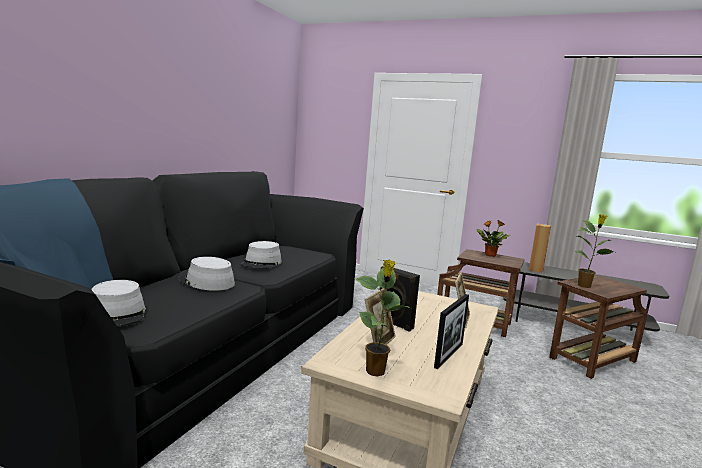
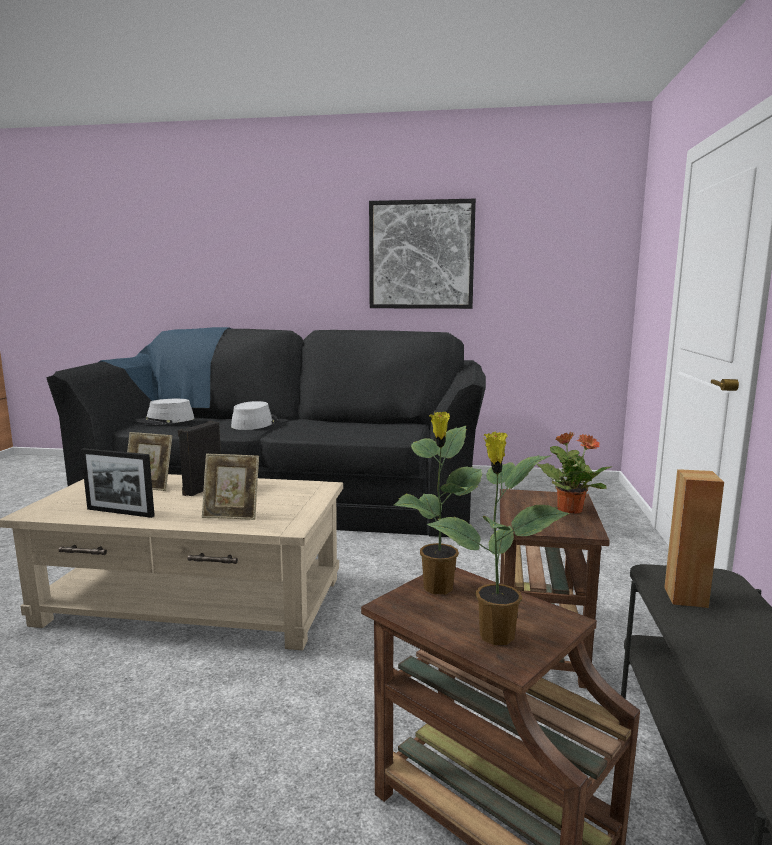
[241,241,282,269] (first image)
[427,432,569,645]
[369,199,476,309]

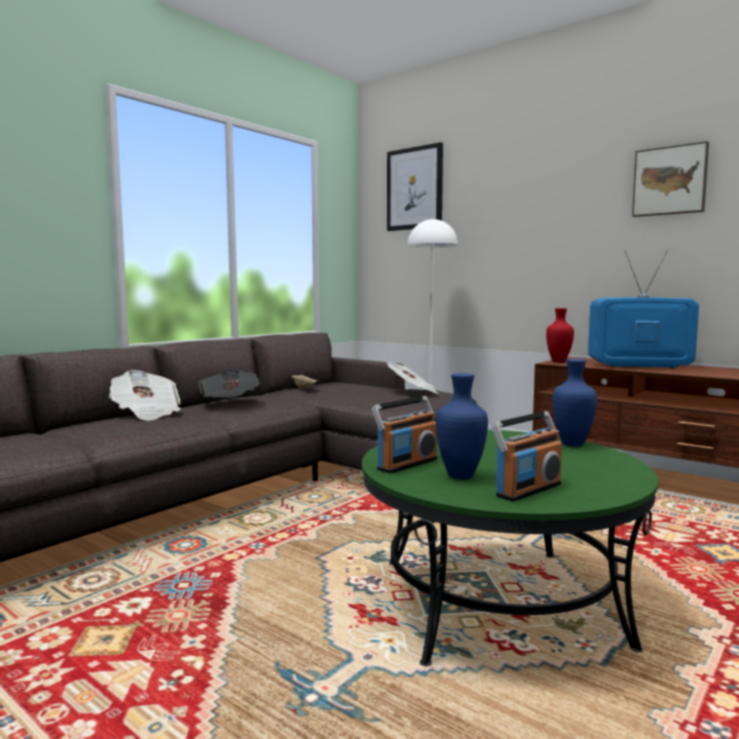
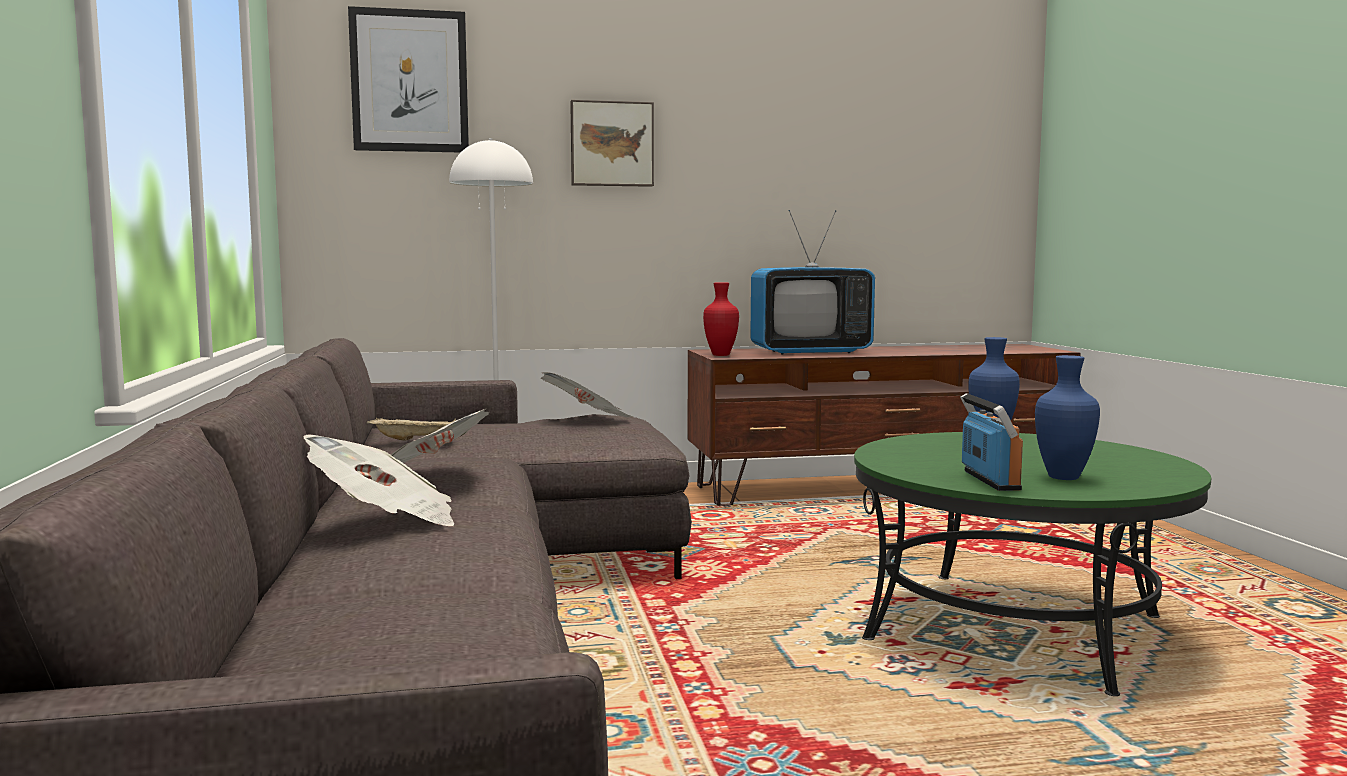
[491,411,562,502] (first image)
[750,210,875,355]
[570,100,654,187]

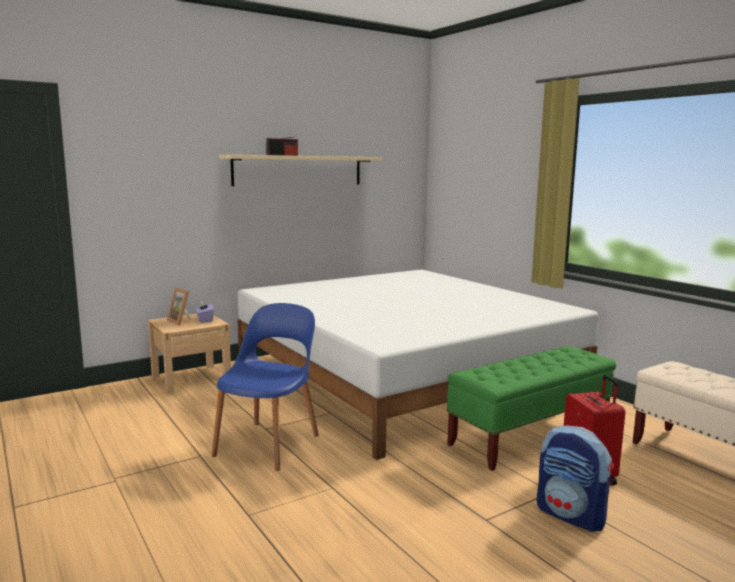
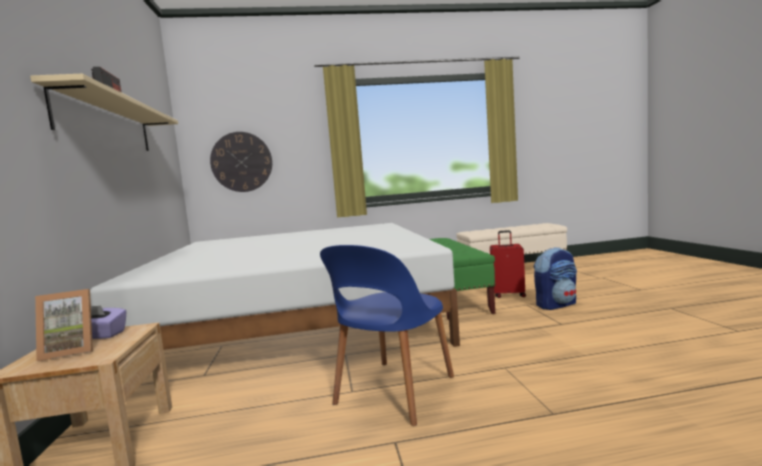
[320,245,454,426]
[210,132,272,192]

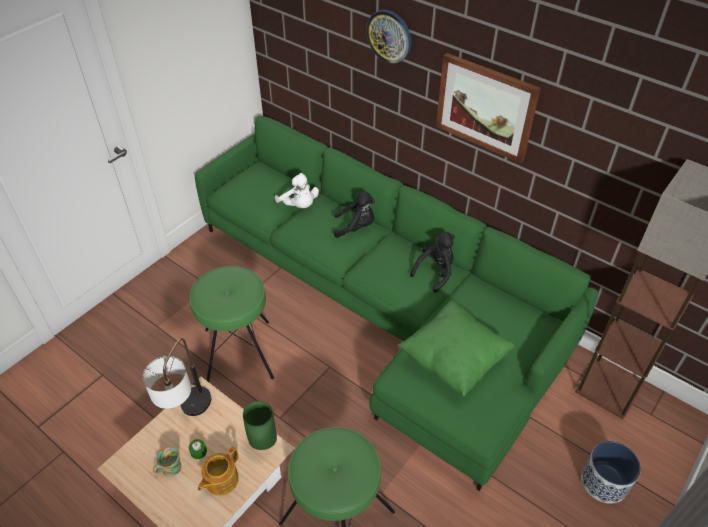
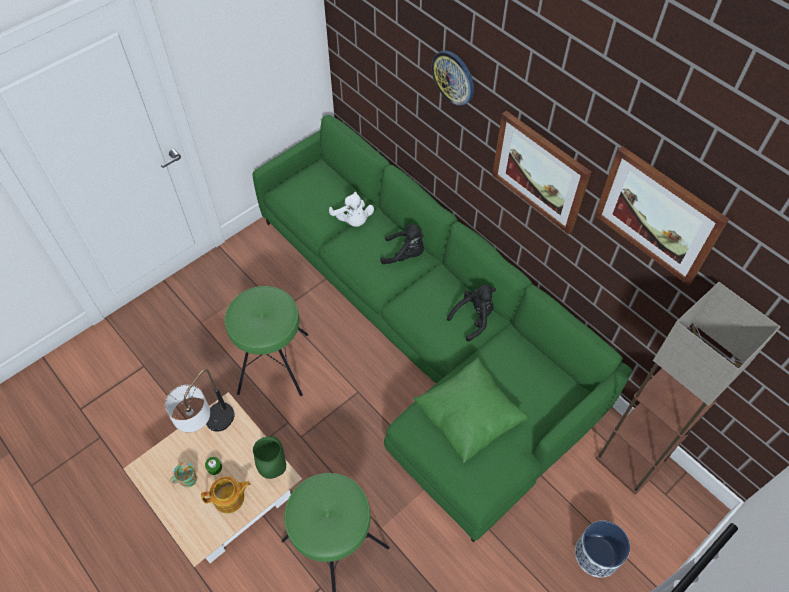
[201,476,250,513]
[595,146,729,285]

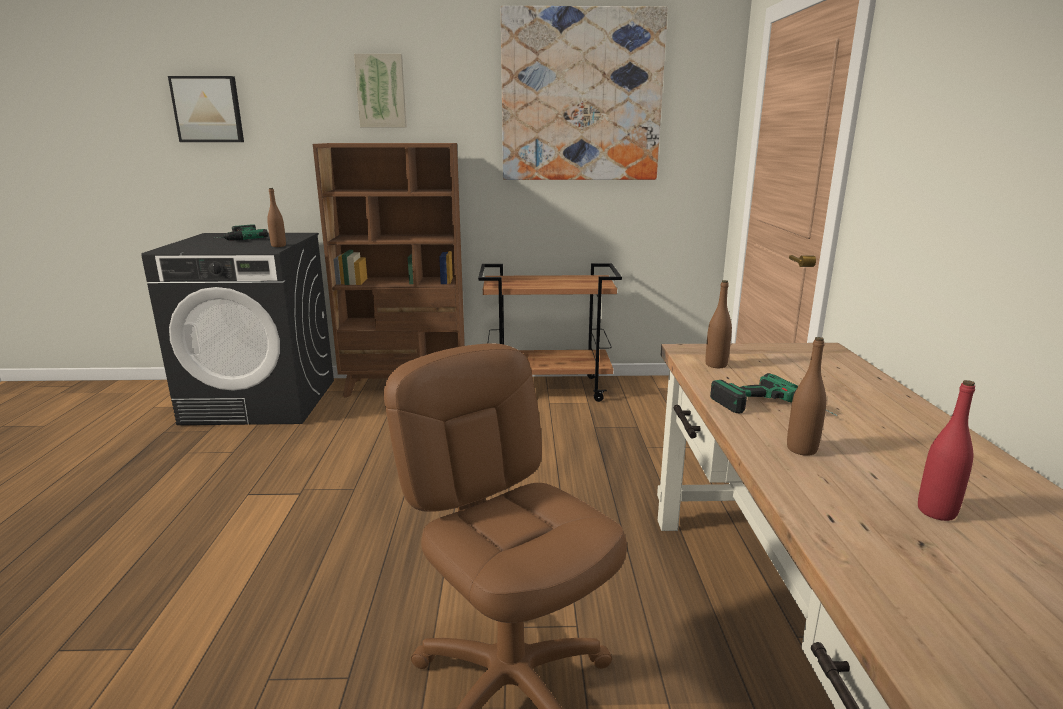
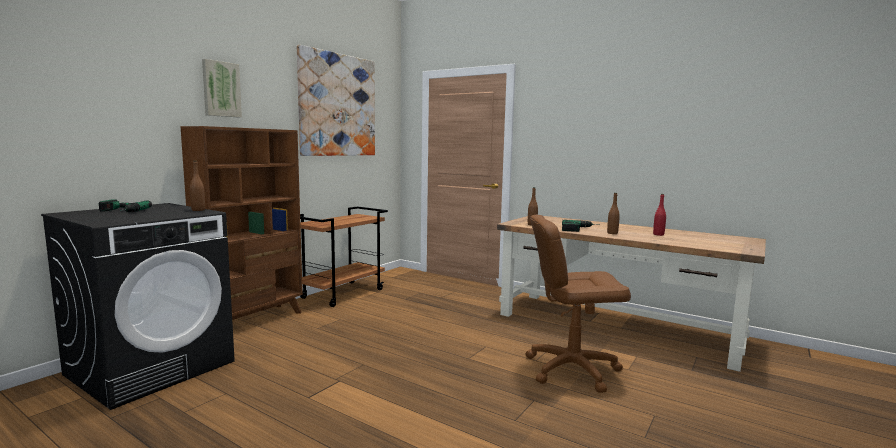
[168,76,244,142] (first image)

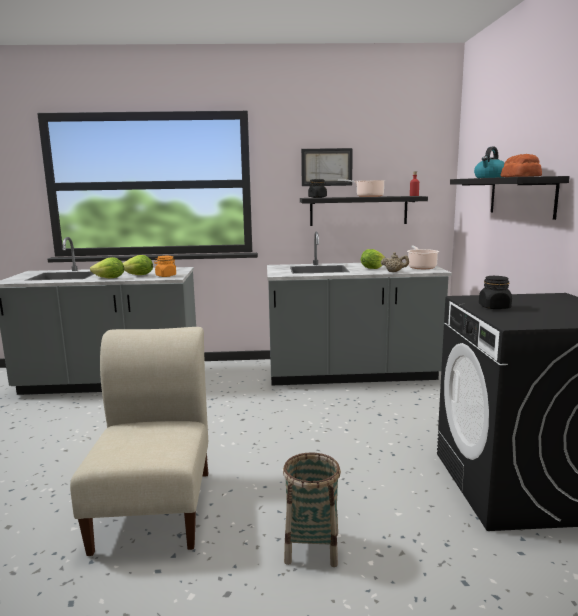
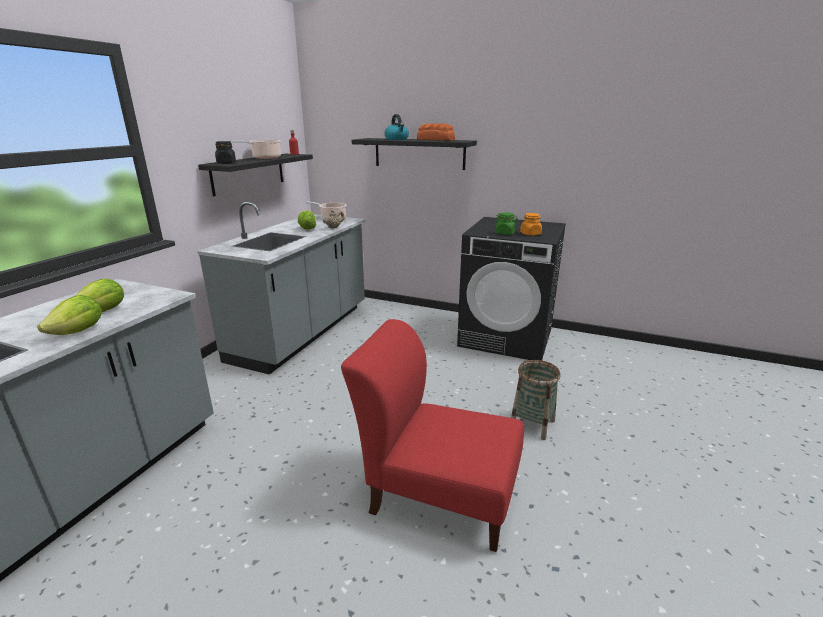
[341,319,524,552]
[520,213,542,236]
[301,148,353,186] (first image)
[495,212,518,235]

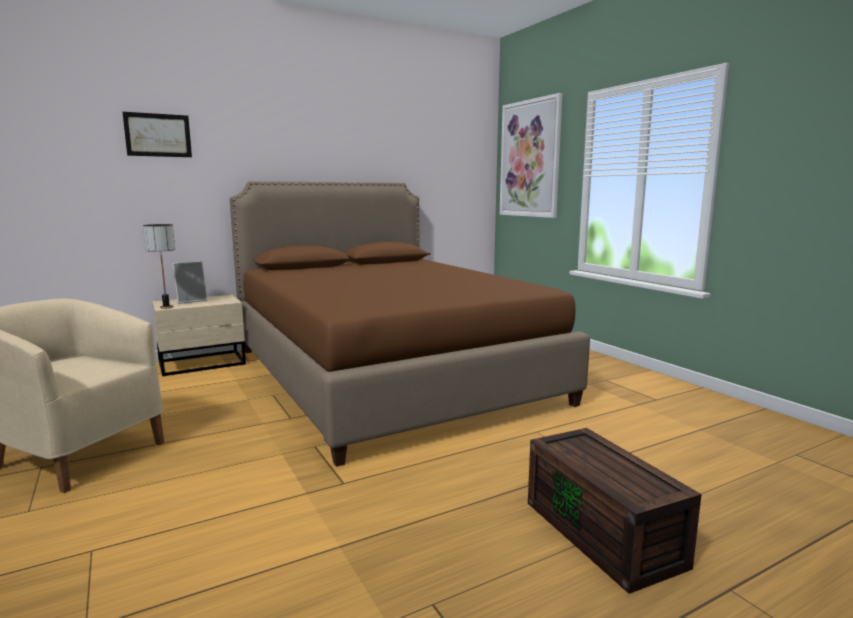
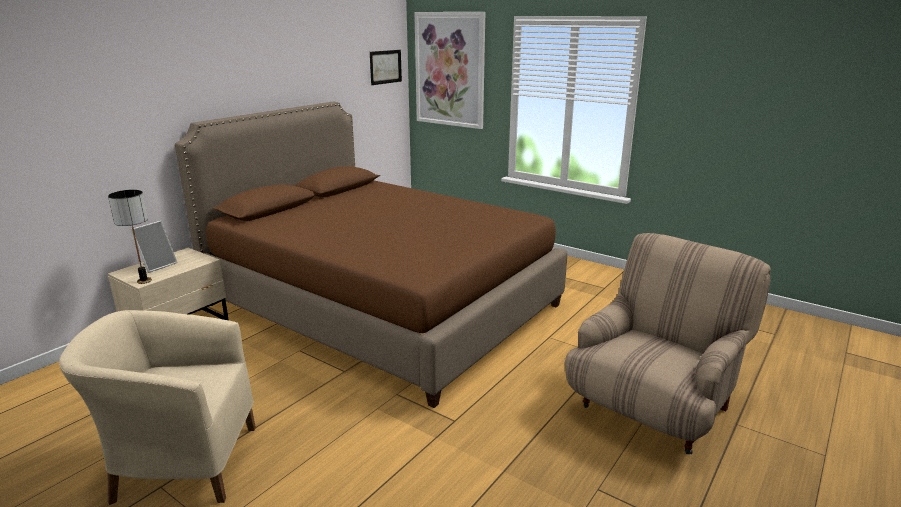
[370,50,402,85]
[565,233,771,455]

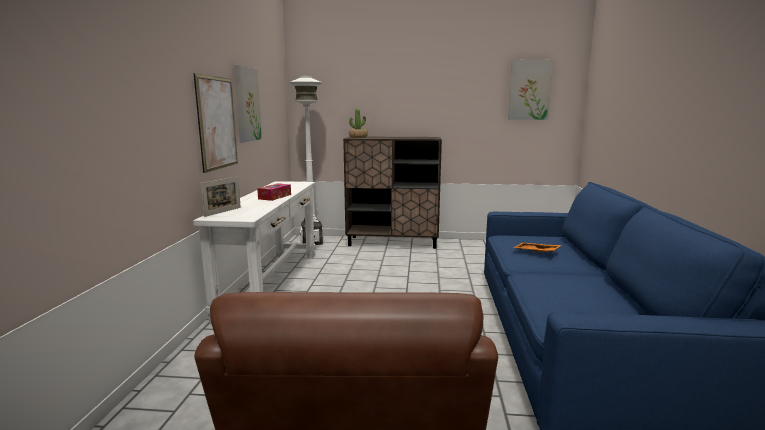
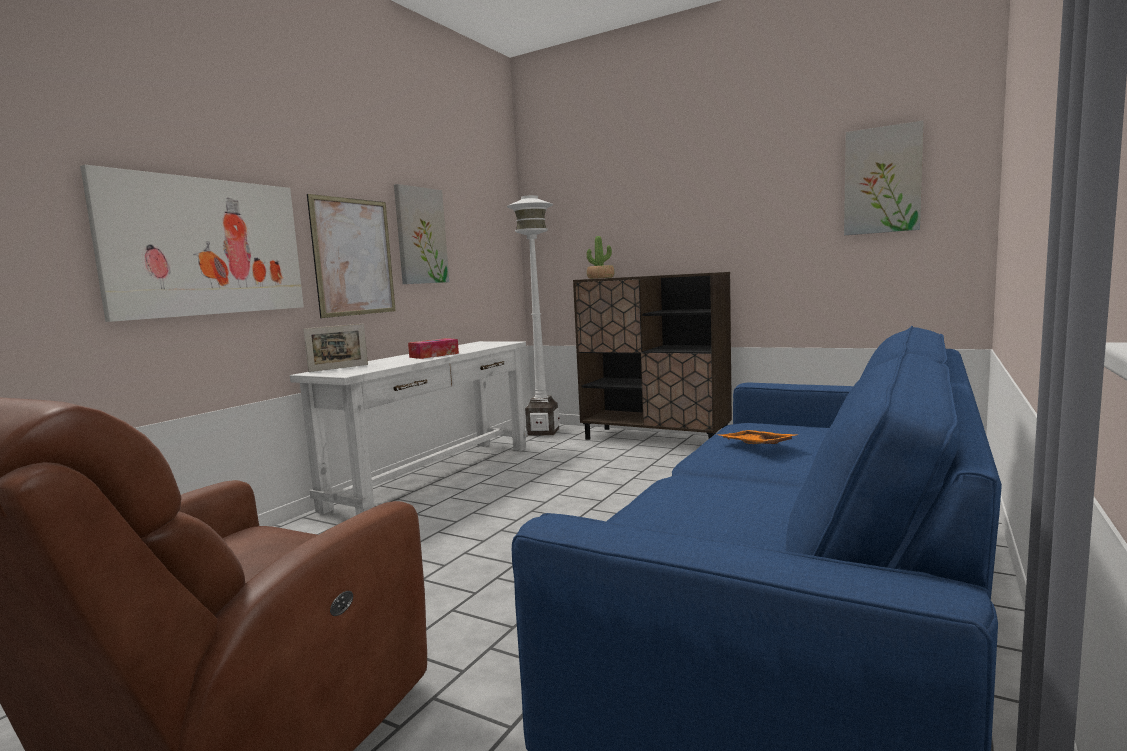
[80,165,304,322]

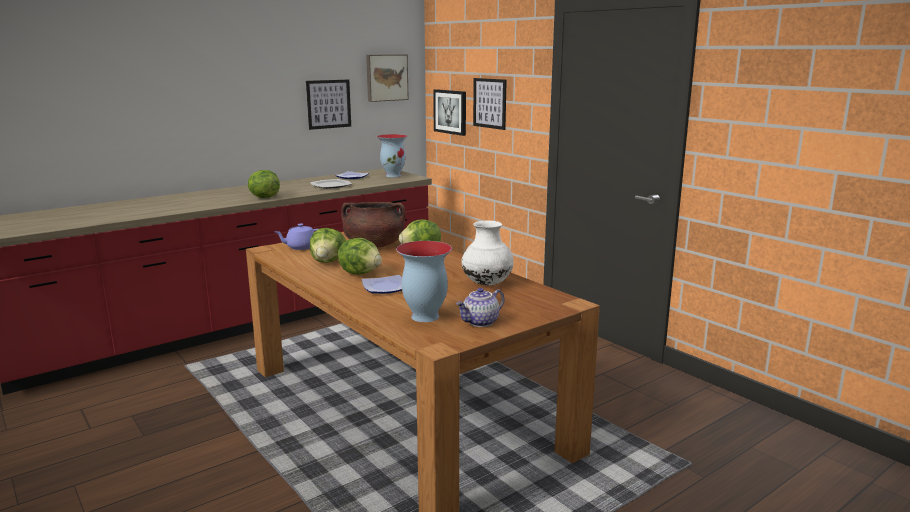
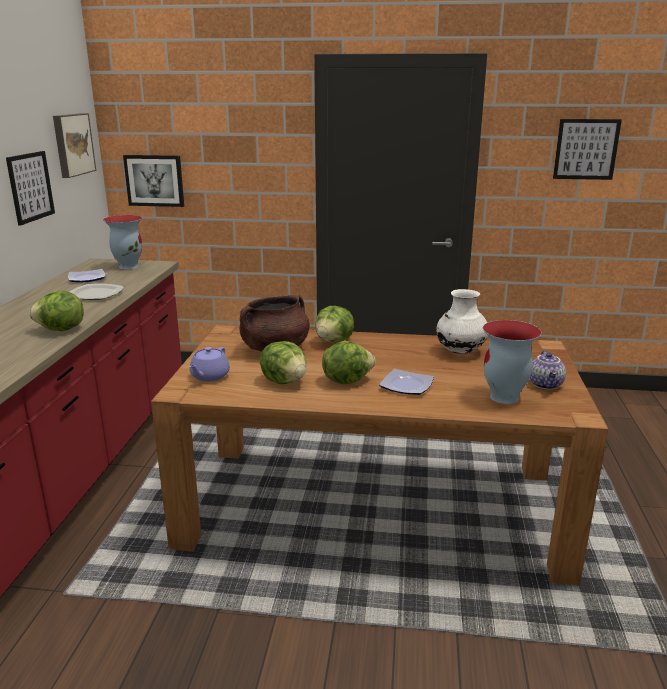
[553,119,622,180]

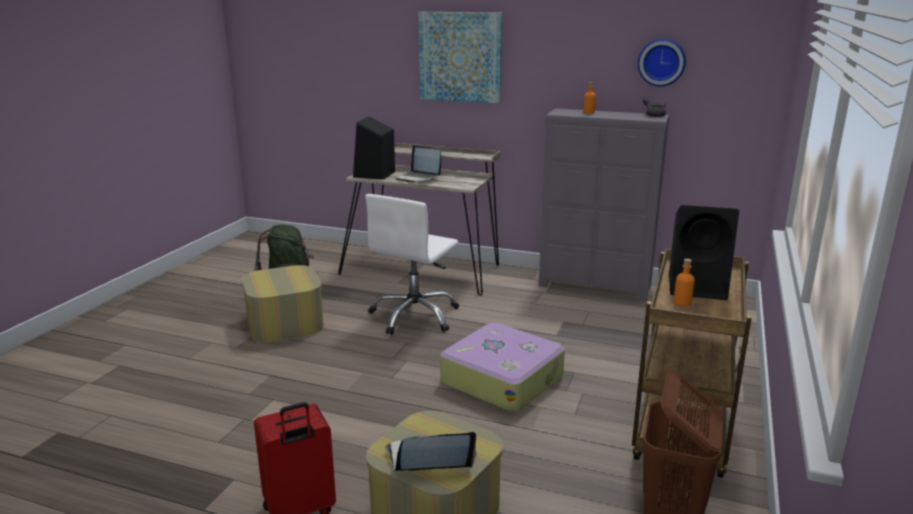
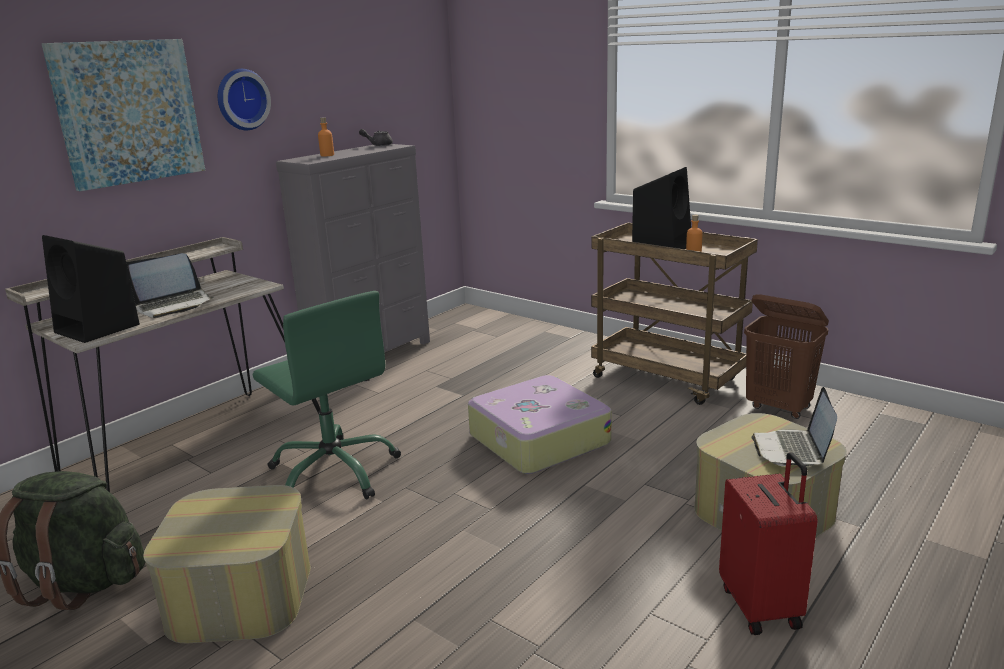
[253,291,401,499]
[218,69,271,130]

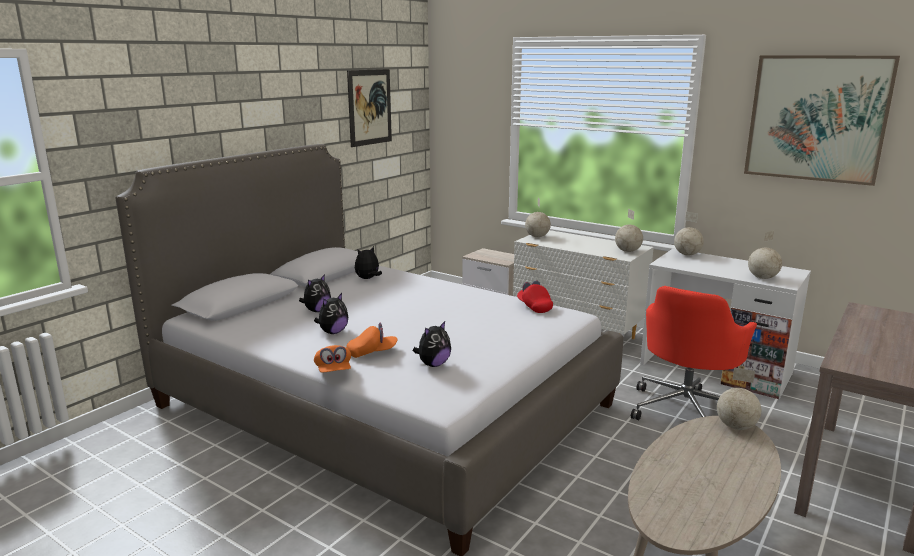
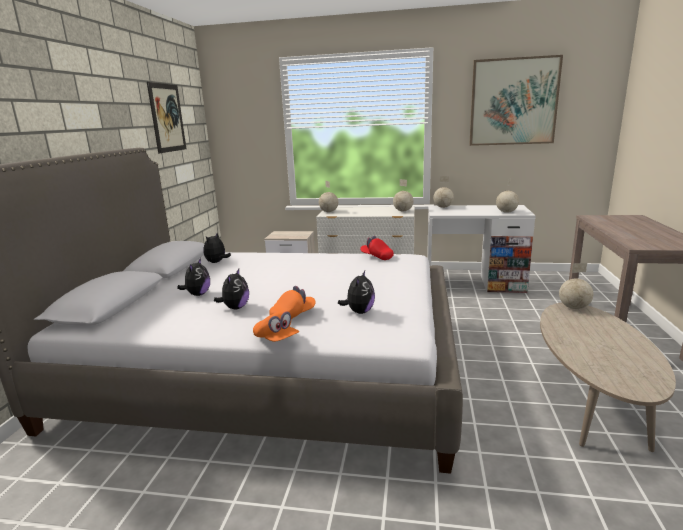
[631,286,757,420] (first image)

